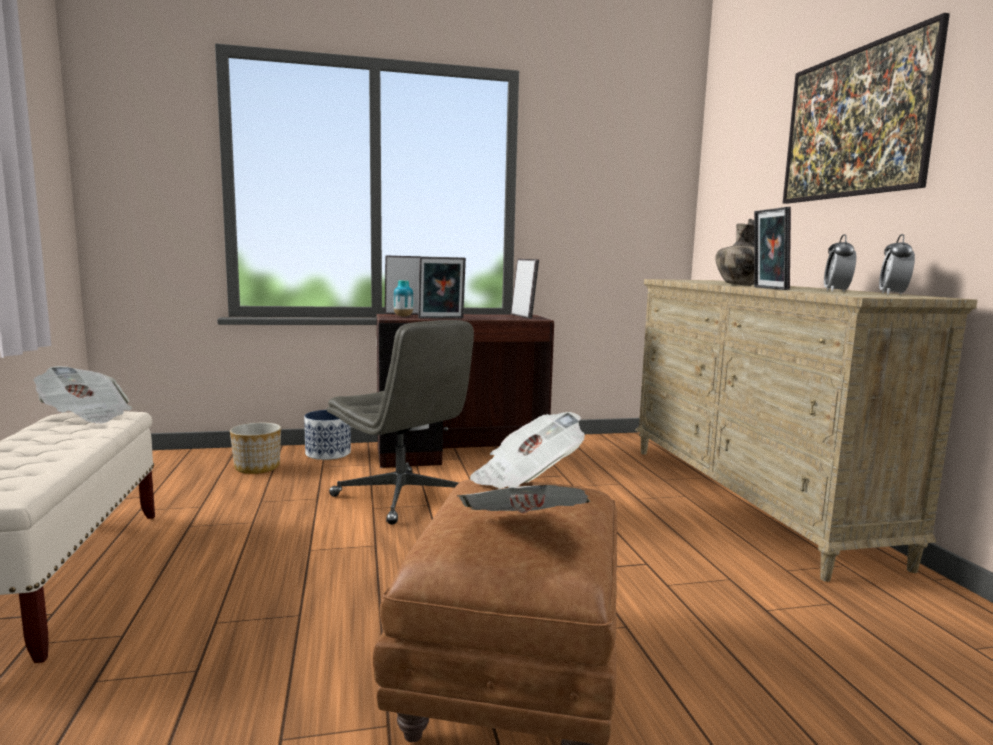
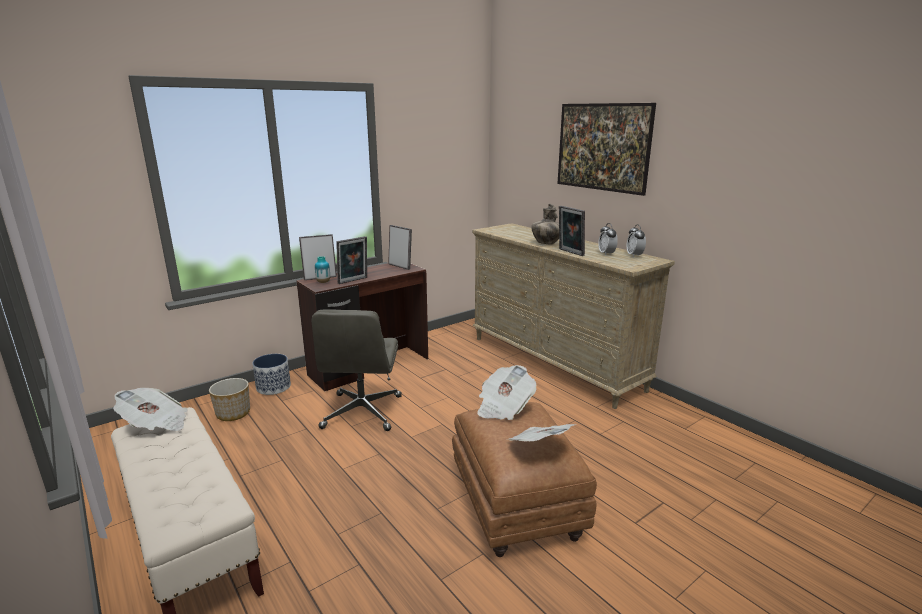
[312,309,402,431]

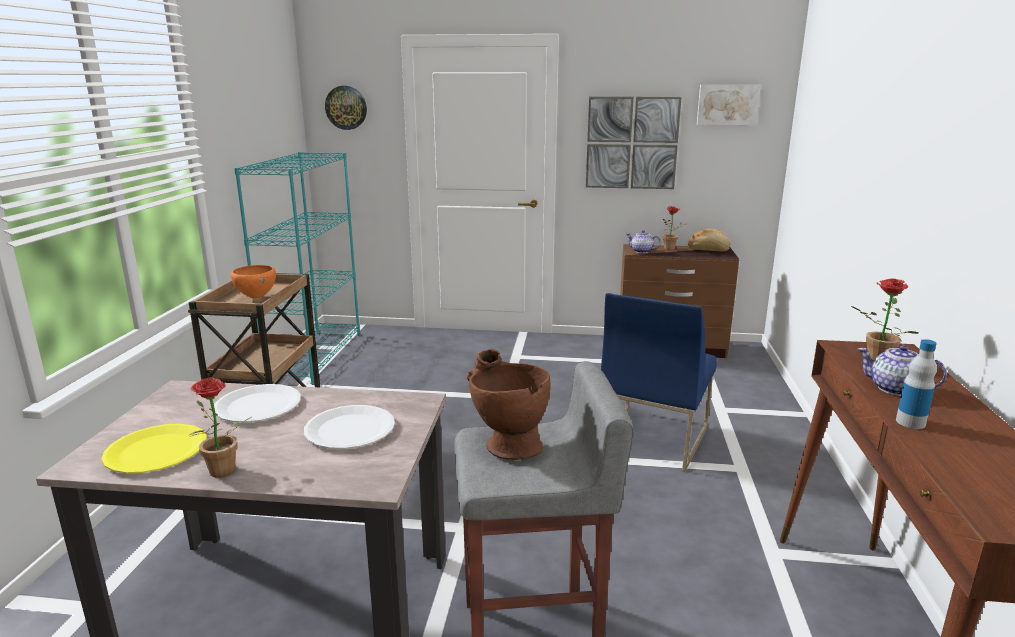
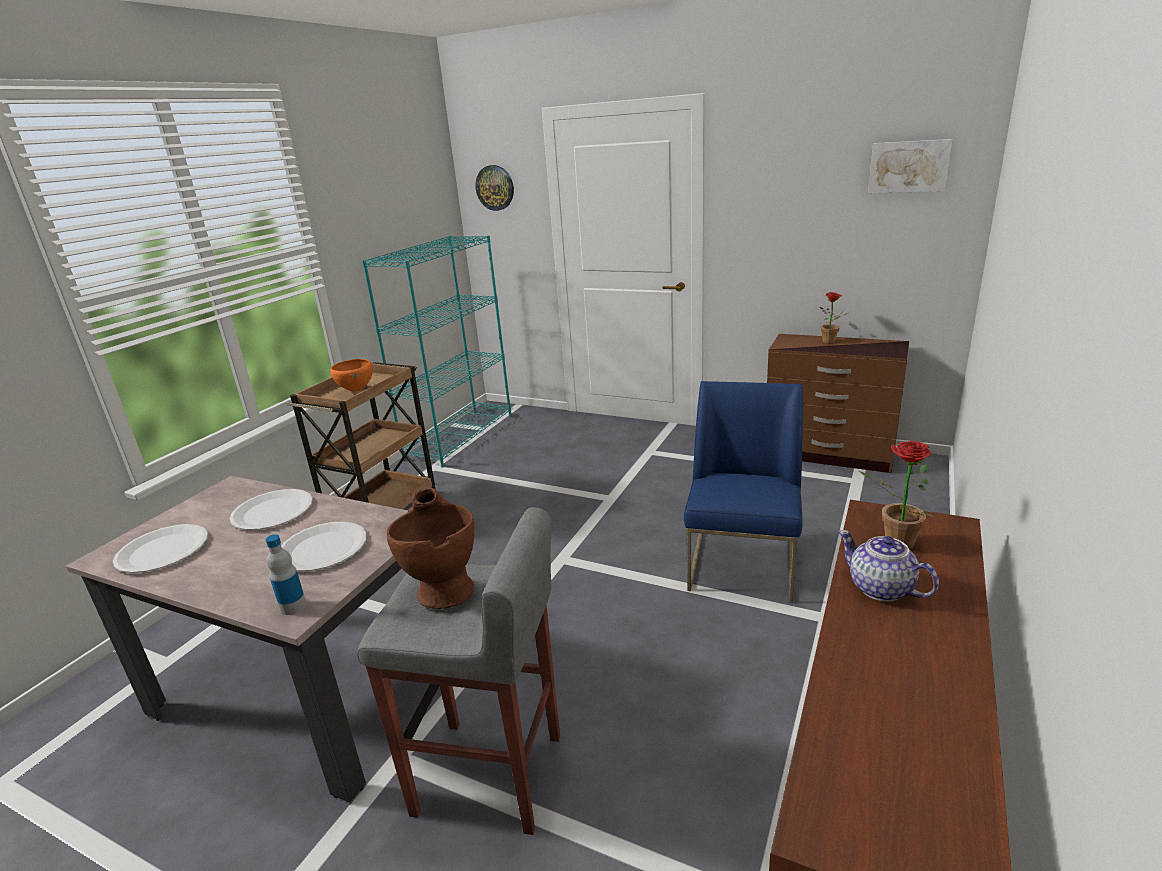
[113,524,208,573]
[190,377,252,478] (first image)
[586,96,682,189] (first image)
[684,381,803,603]
[626,230,661,253] (first image)
[688,229,730,252] (first image)
[265,534,306,615]

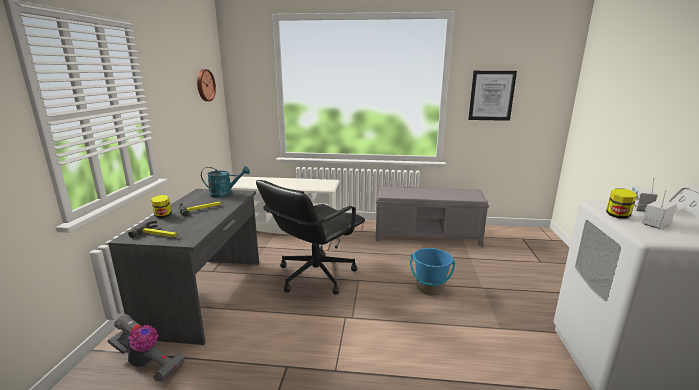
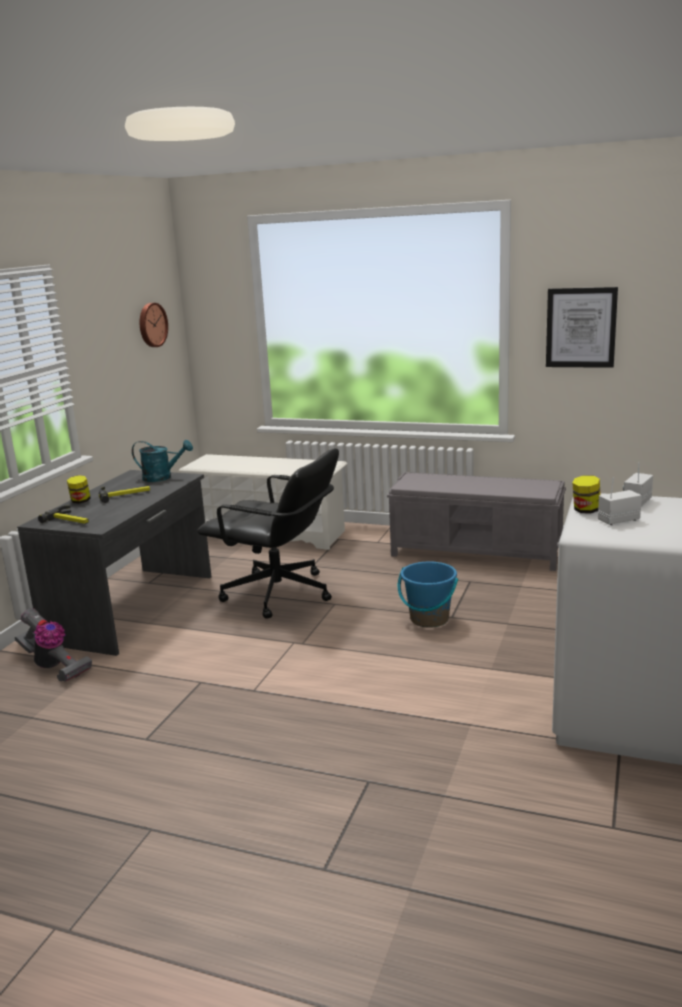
[197,448,339,619]

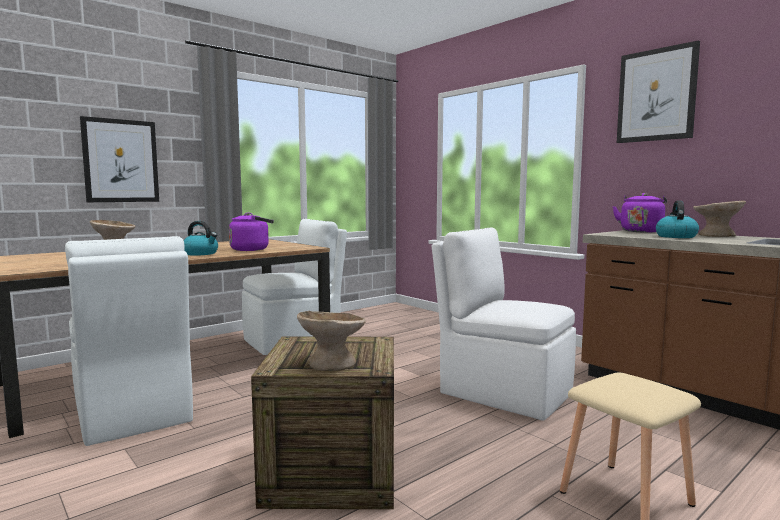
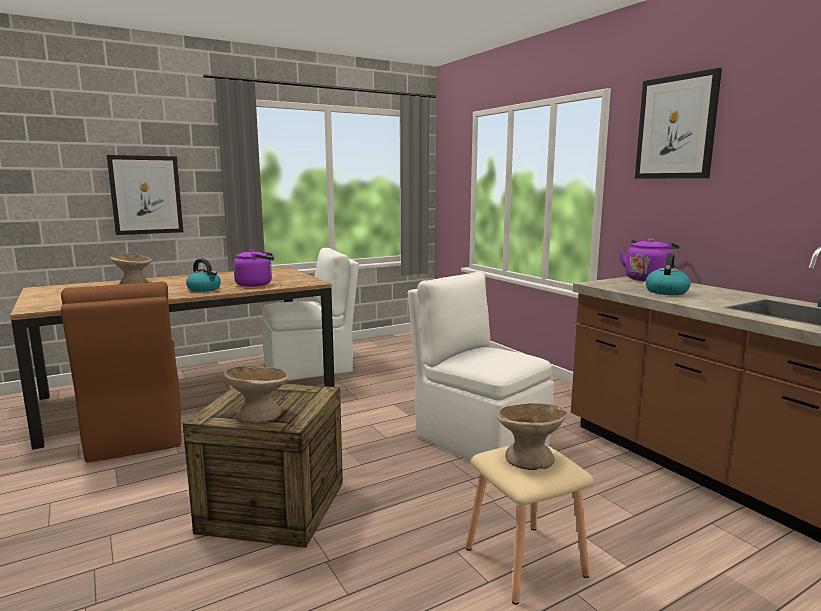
[61,282,181,463]
[497,403,567,470]

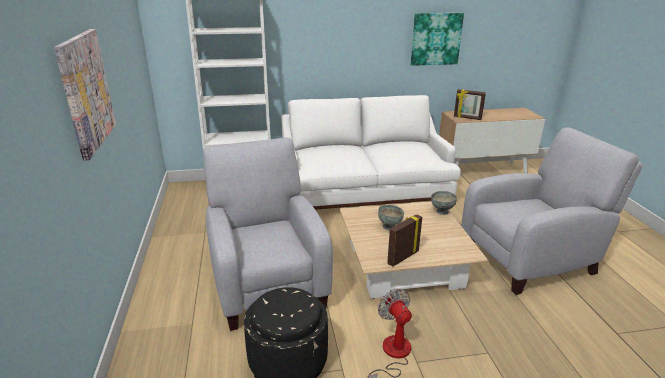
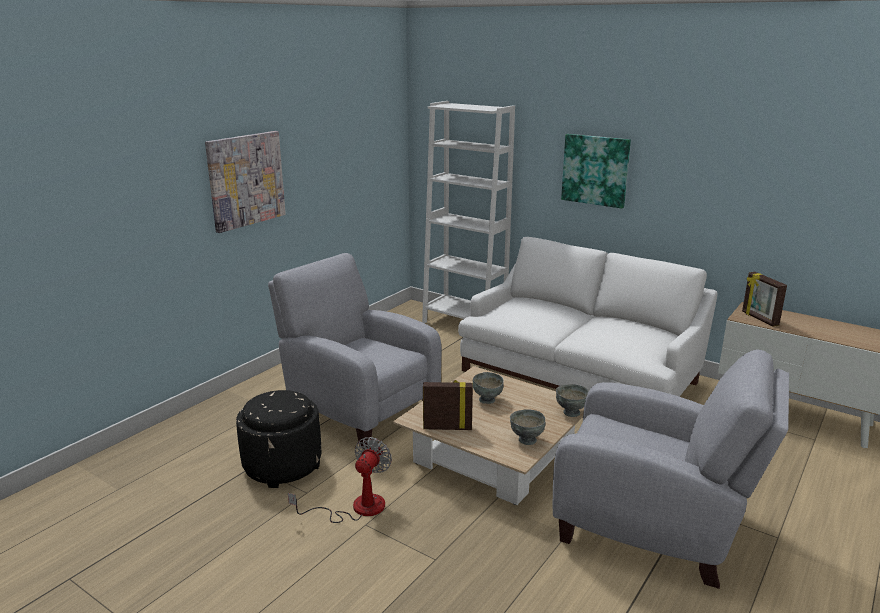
[268,253,442,449]
[561,134,631,209]
[510,409,546,445]

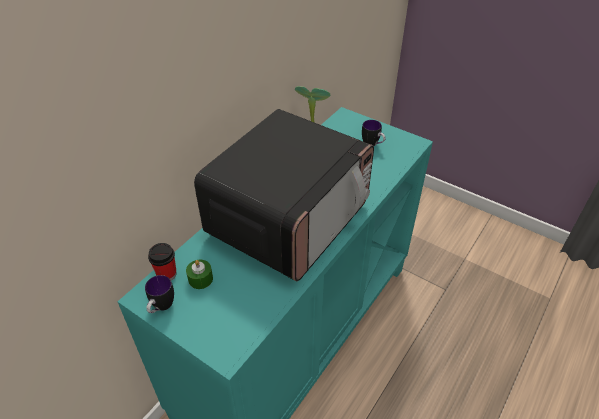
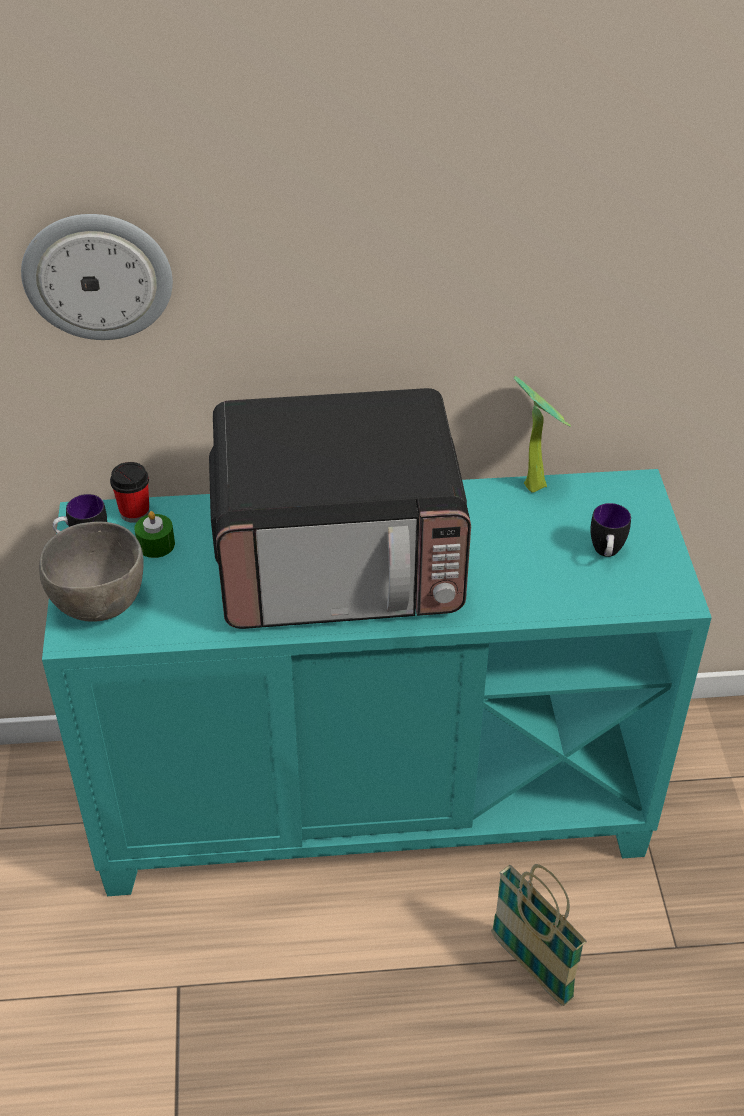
[21,214,173,340]
[39,522,144,622]
[491,864,587,1006]

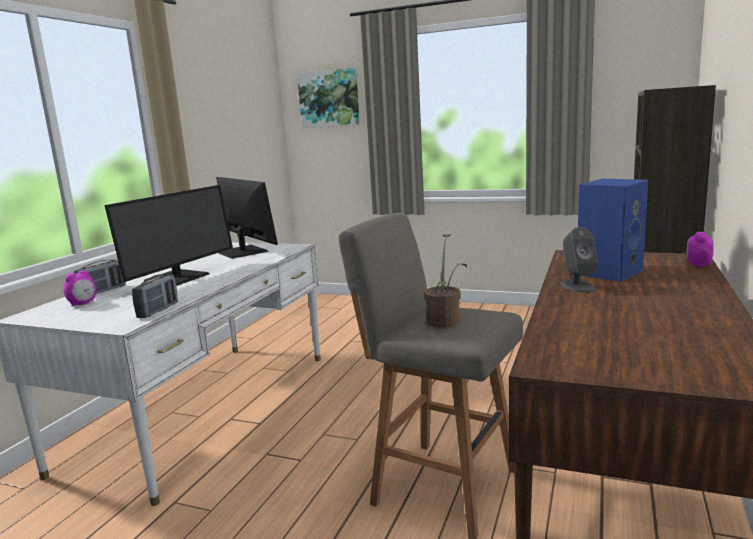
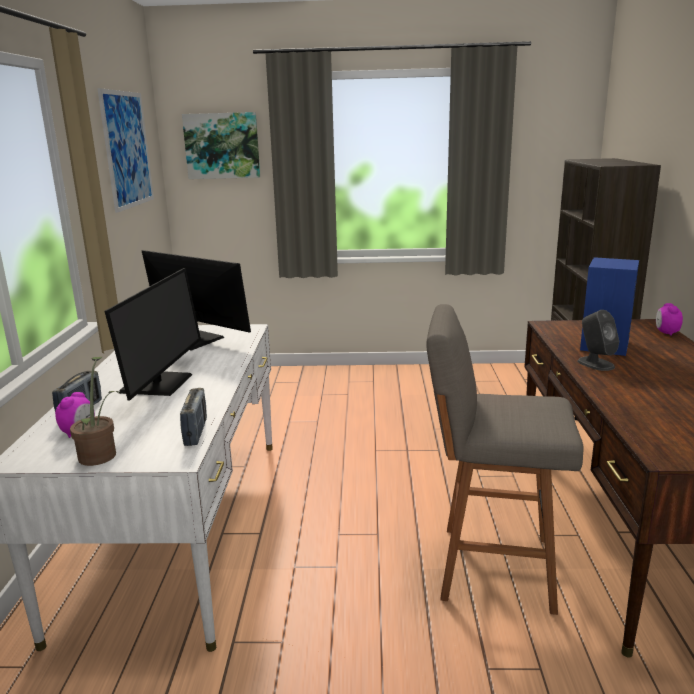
[70,357,120,466]
[97,88,154,213]

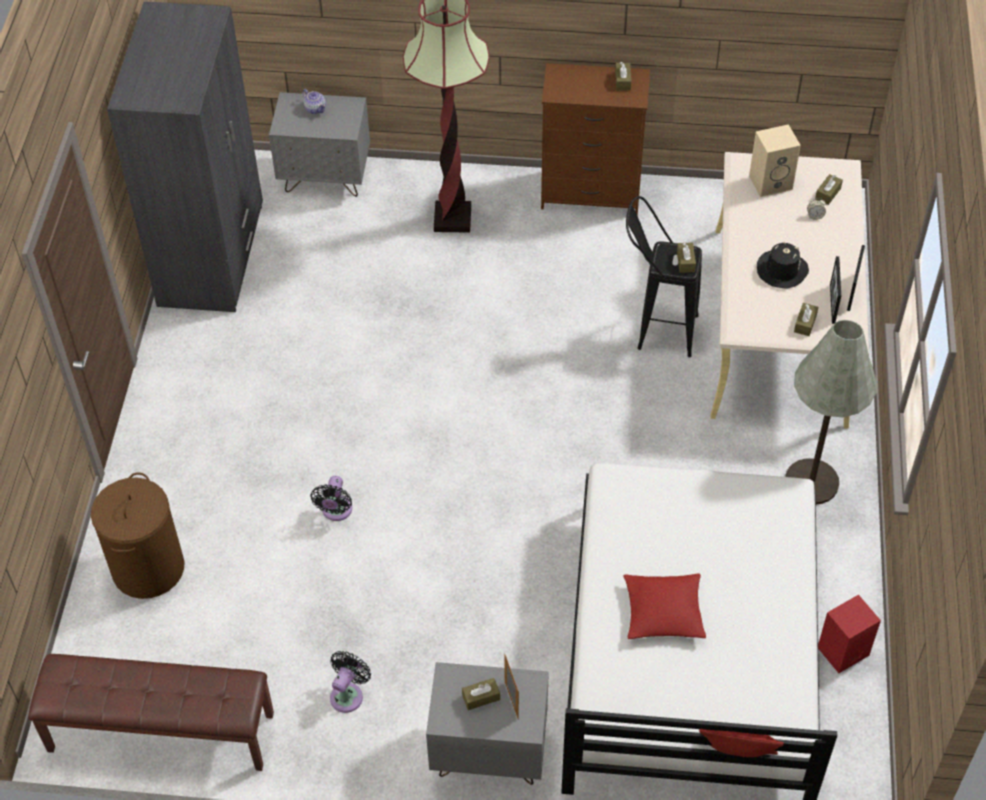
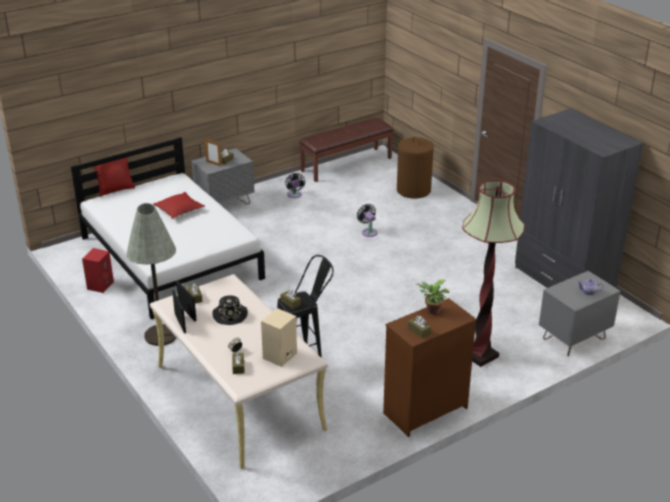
[416,280,450,315]

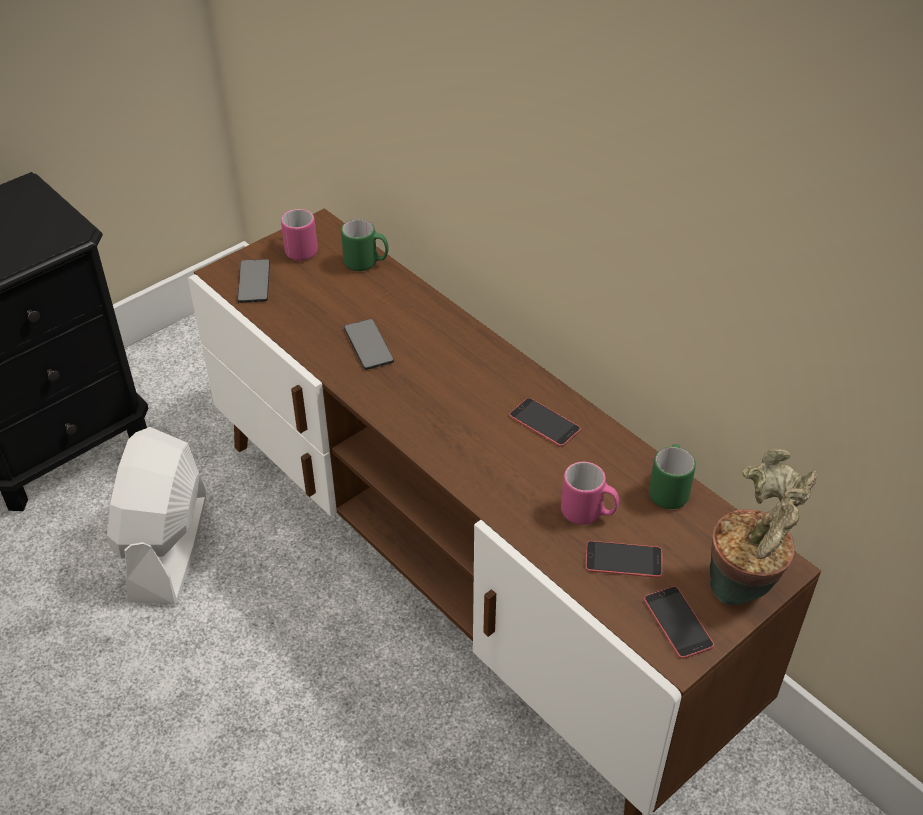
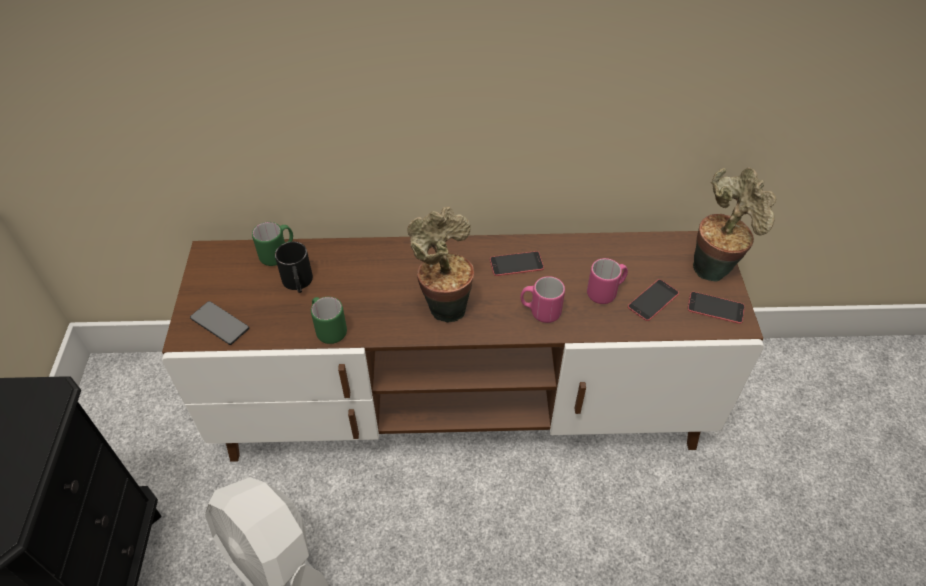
[521,276,565,323]
[344,319,394,370] (first image)
[311,297,347,344]
[275,241,313,293]
[408,207,474,323]

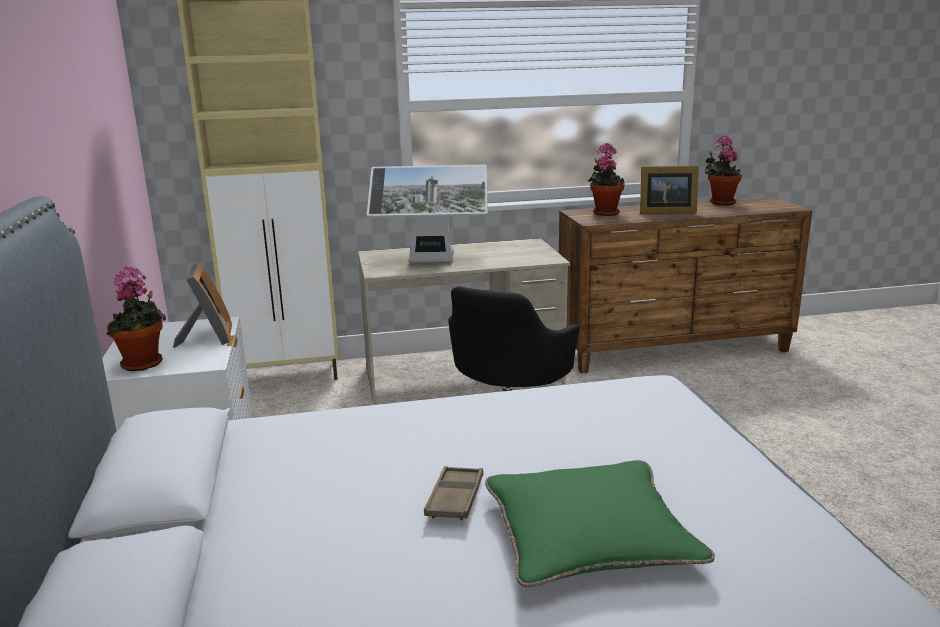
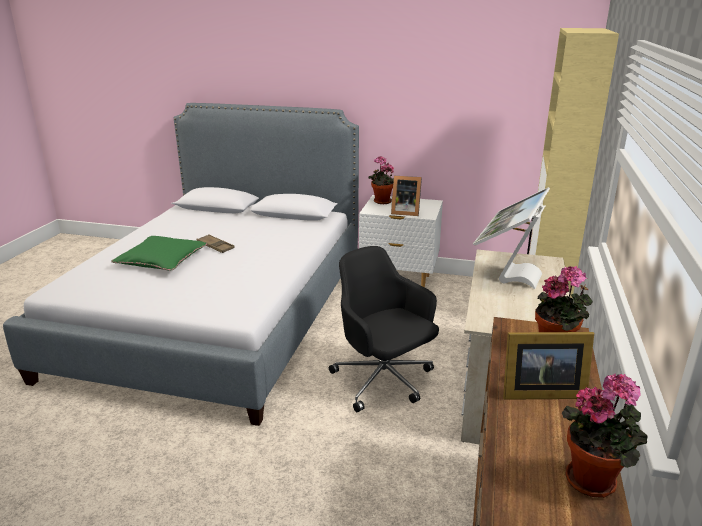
[503,332,594,400]

